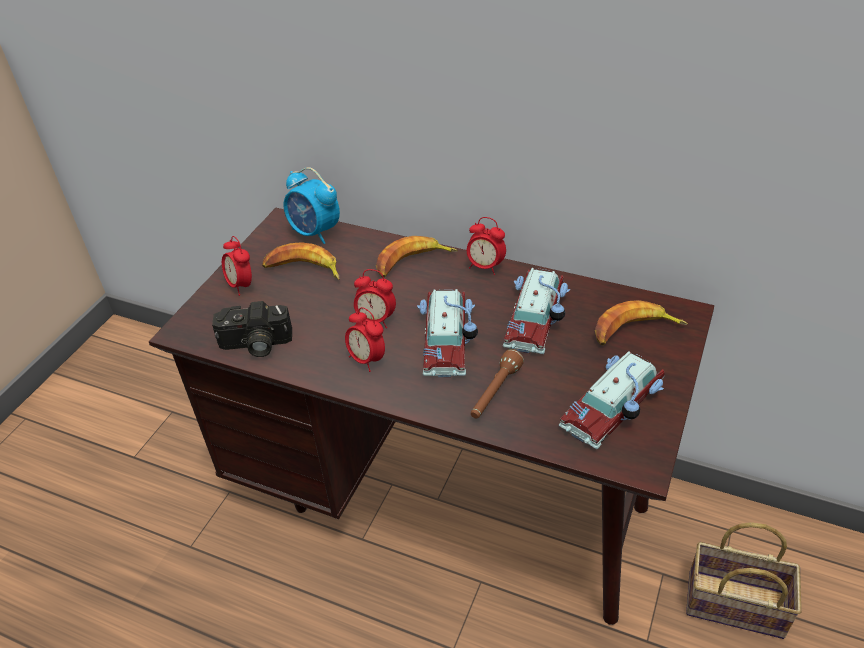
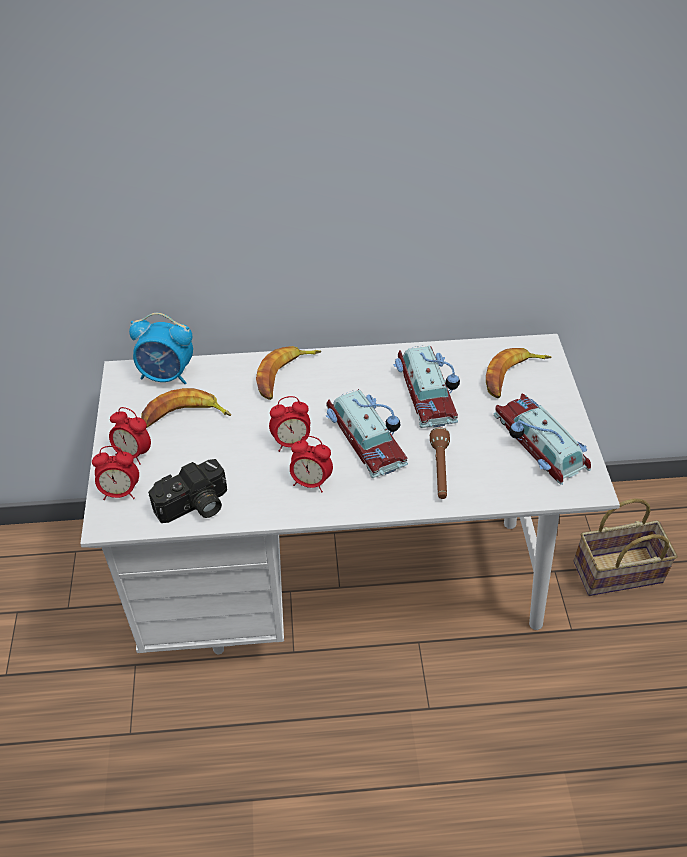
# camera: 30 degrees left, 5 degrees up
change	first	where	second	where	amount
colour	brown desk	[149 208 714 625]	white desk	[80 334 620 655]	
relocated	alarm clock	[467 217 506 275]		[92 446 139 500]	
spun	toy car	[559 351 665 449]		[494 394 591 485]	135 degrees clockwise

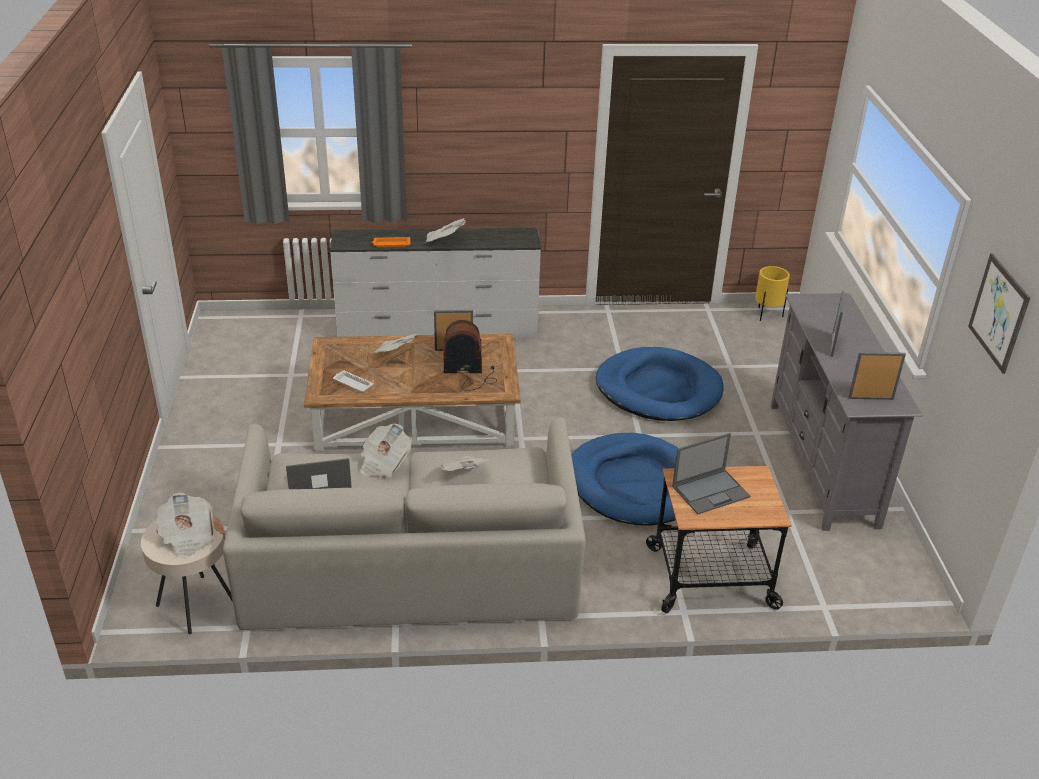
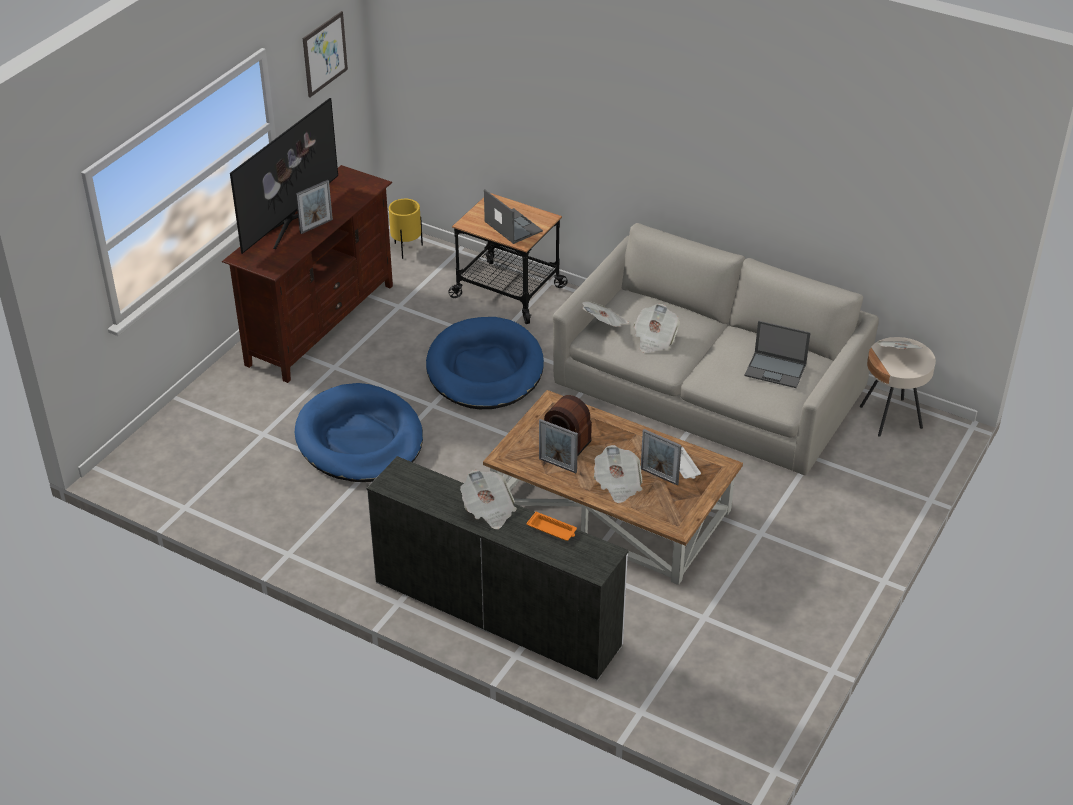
# camera: 145 degrees left, 5 degrees up
change	first	where	second	where	amount
relocated	yellow planter	[755 266 790 321]		[389 199 423 259]	
colour	grey tv stand	[771 293 923 531]	brown tv stand	[222 165 393 383]	
relocated	picture frame	[848 352 906 400]		[641 429 682 485]	
relocated	newspaper	[360 424 411 477]		[582 301 629 327]	
spun	laptop	[672 433 751 515]		[484 189 543 244]	45 degrees clockwise
appeared			television	[230 98 338 254]	

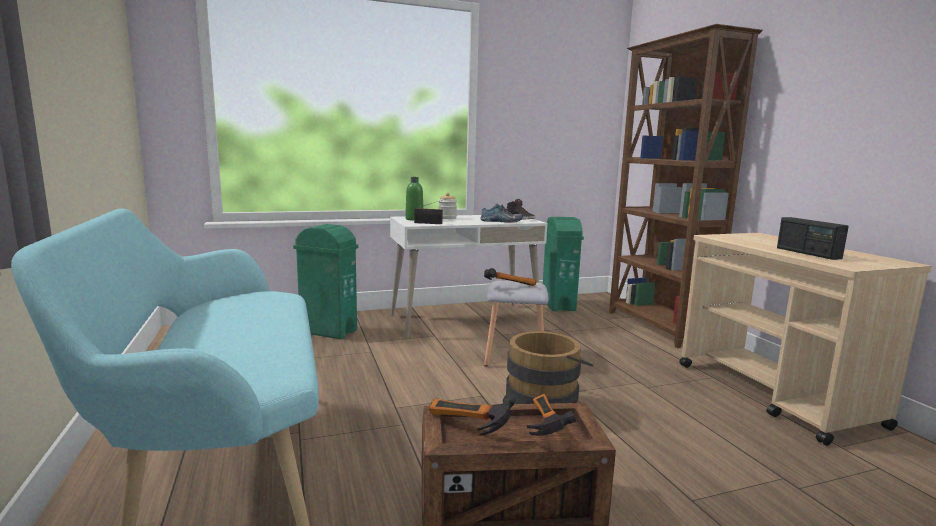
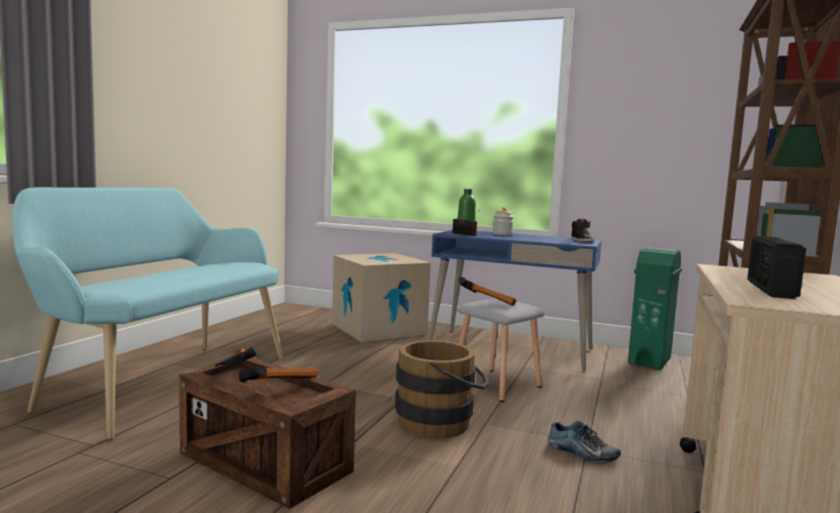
# camera: 40 degrees right, 5 degrees down
change	first	where	second	where	amount
relocated	shoe	[480 204 523 223]		[548 421 621 463]	
colour	white desk	[390 215 547 338]	blue desk	[428 230 602 371]	
exchanged	green trash can	[293 224 358 339]	cardboard box	[332 253 431 342]	

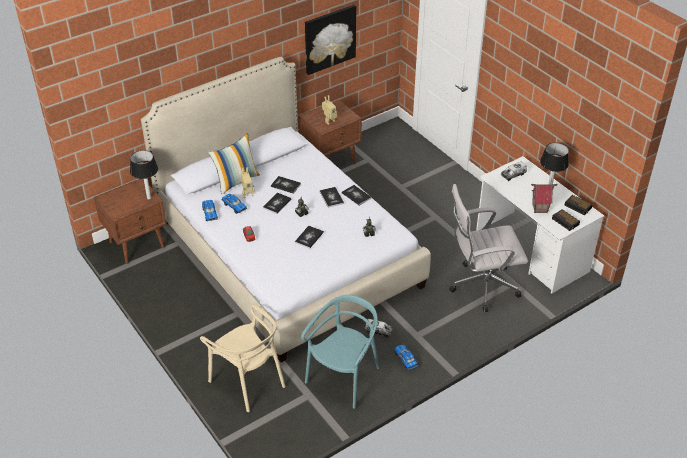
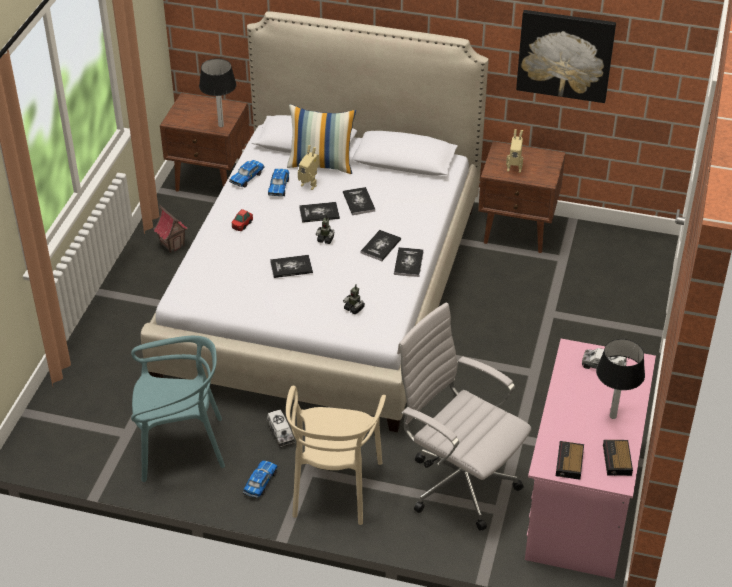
# camera: 50 degrees right, 0 degrees up
change	first	where	second	where	amount
colour	white desk	[476 156 604 293]	pink desk	[525 339 656 579]	
relocated	toy house	[531 184 558 213]		[154 204 188 253]	
relocated	beige chair	[200 305 285 412]		[286 386 386 525]	

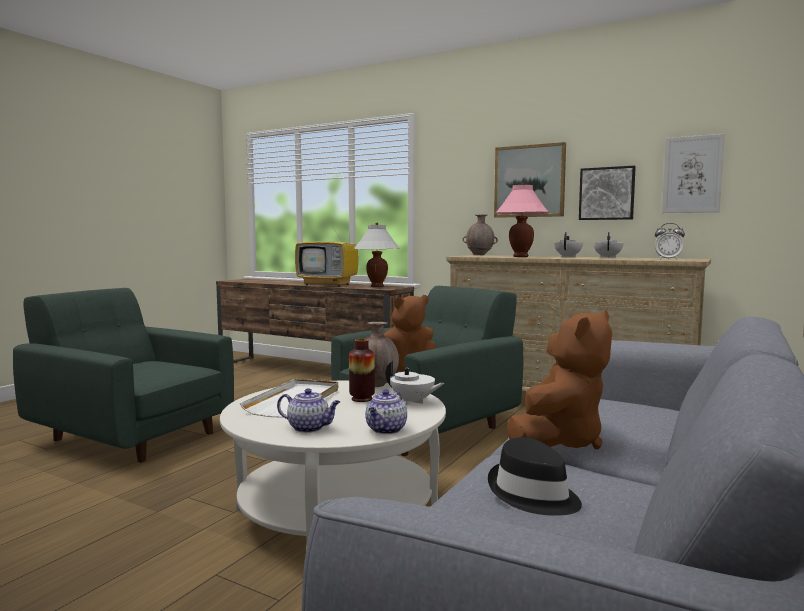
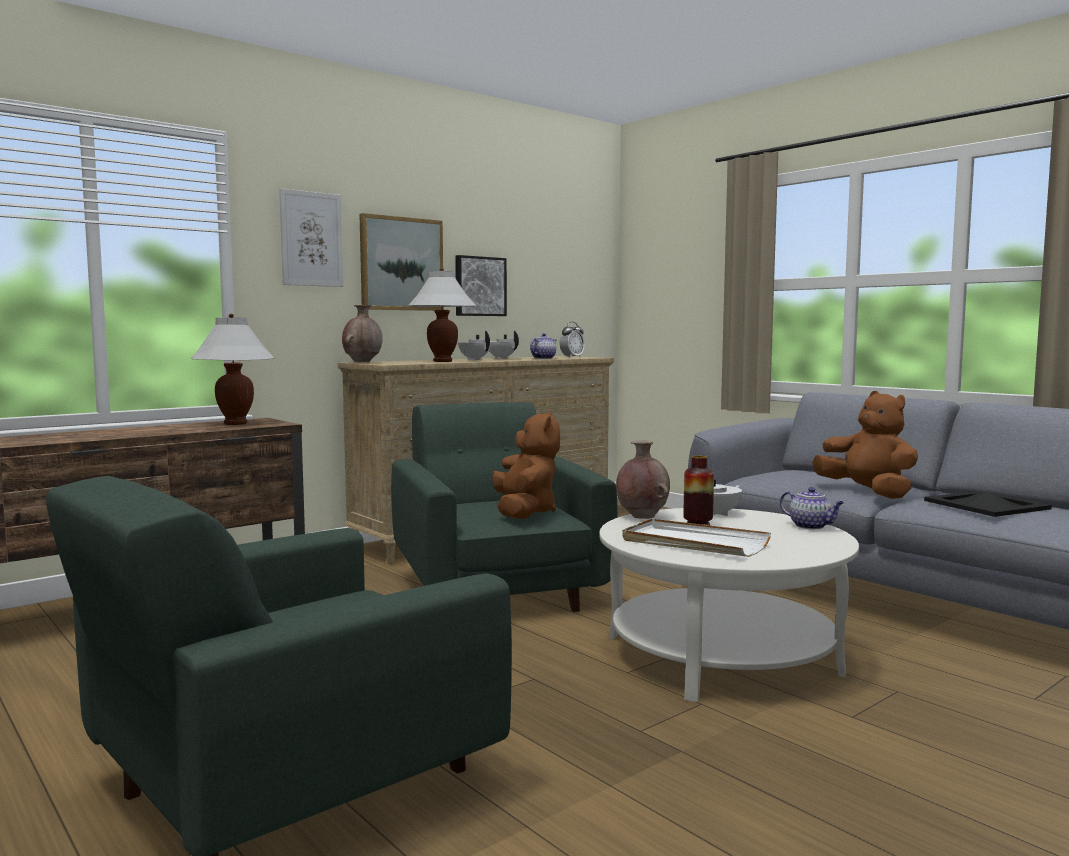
# camera: 70 degrees left, 0 degrees up
change	first	where	second	where	amount
relocated	picture	[662 134 725 213]		[279 188 343 287]	
colour	pink table lamp	[495 183 549 257]	white table lamp	[408 268 476 362]	
missing	television	[295 223 358 286]			
relocated	teapot	[277 388 340 433]		[530 333 556 359]	
exchanged	black hat	[488 437 582 516]	black tray	[924 491 1052 517]	

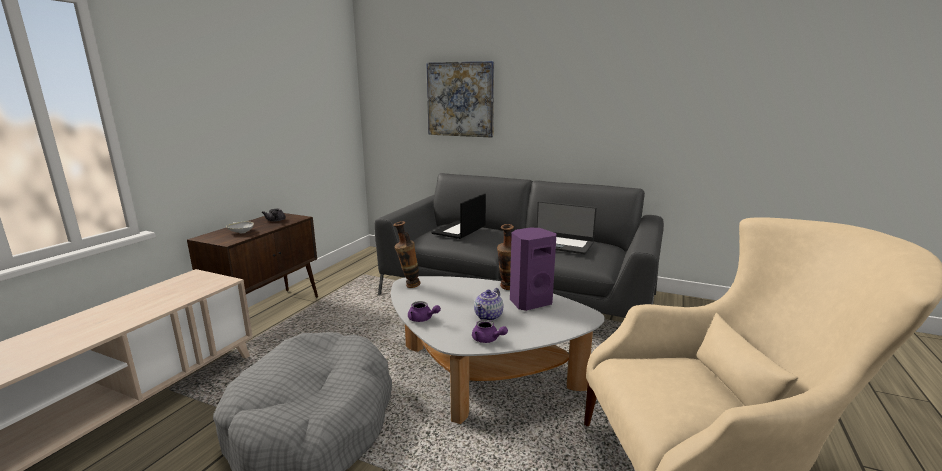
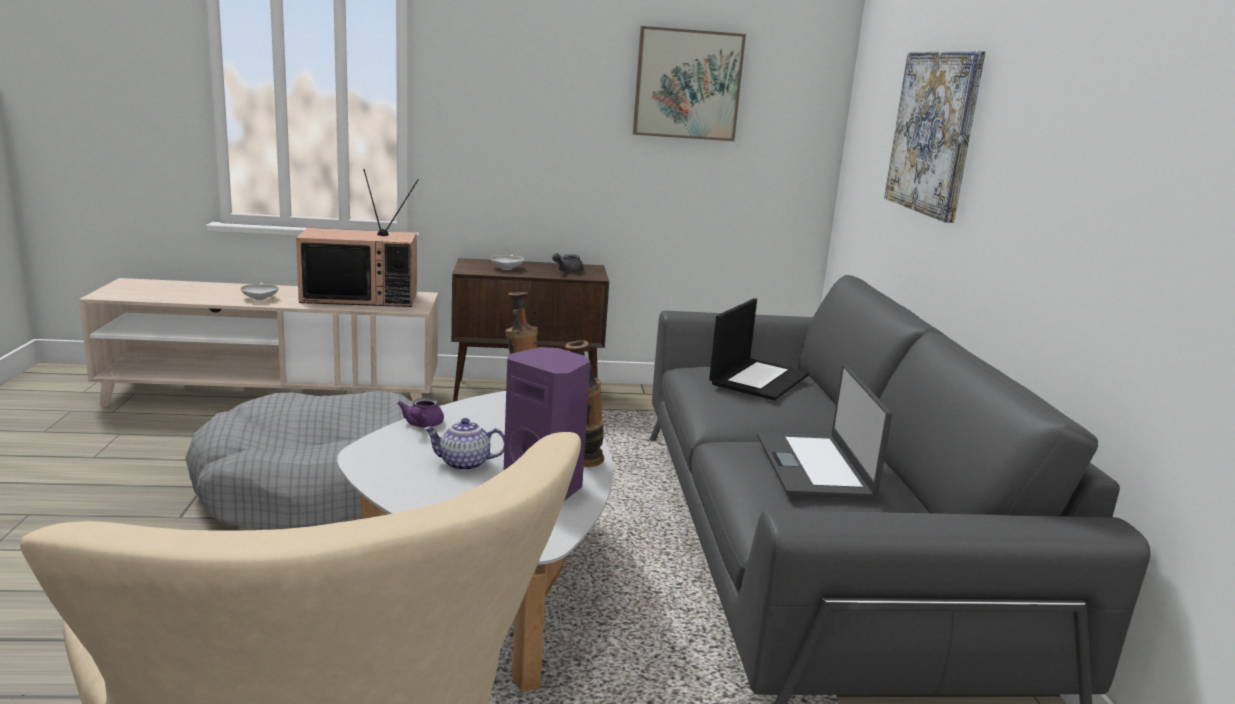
# camera: 60 degrees right, 0 degrees up
change	first	where	second	where	amount
spun	laptop	[431 194 486 239]		[709 298 809 401]	120 degrees clockwise
missing	purple teapot	[472 320 508 343]			
appeared			picture	[633 26 746 141]	
appeared			television	[296 169 419 307]	
appeared			white bowl	[240 283 279 301]	

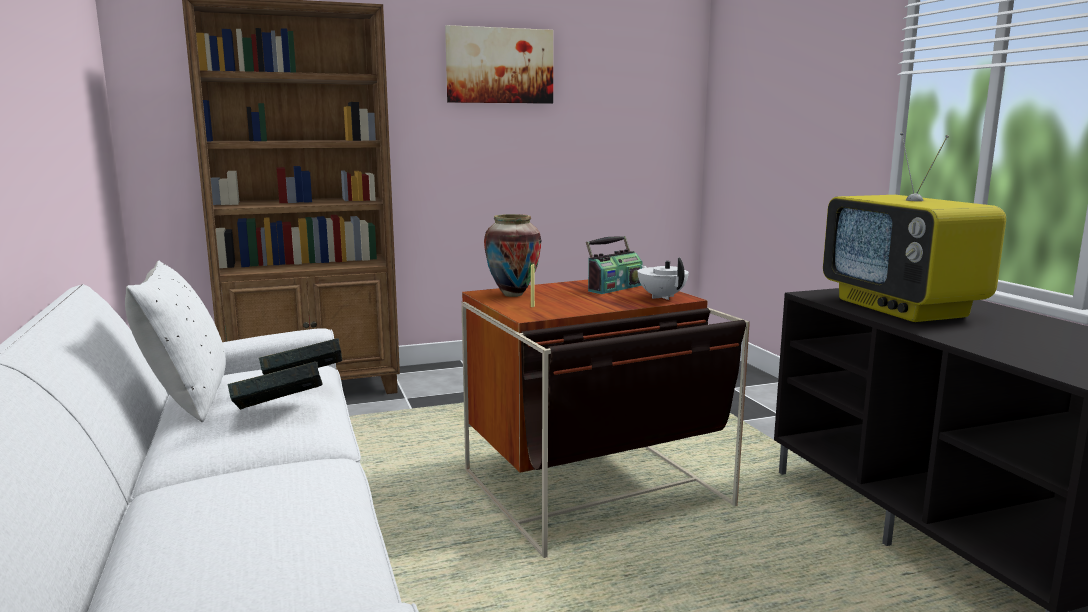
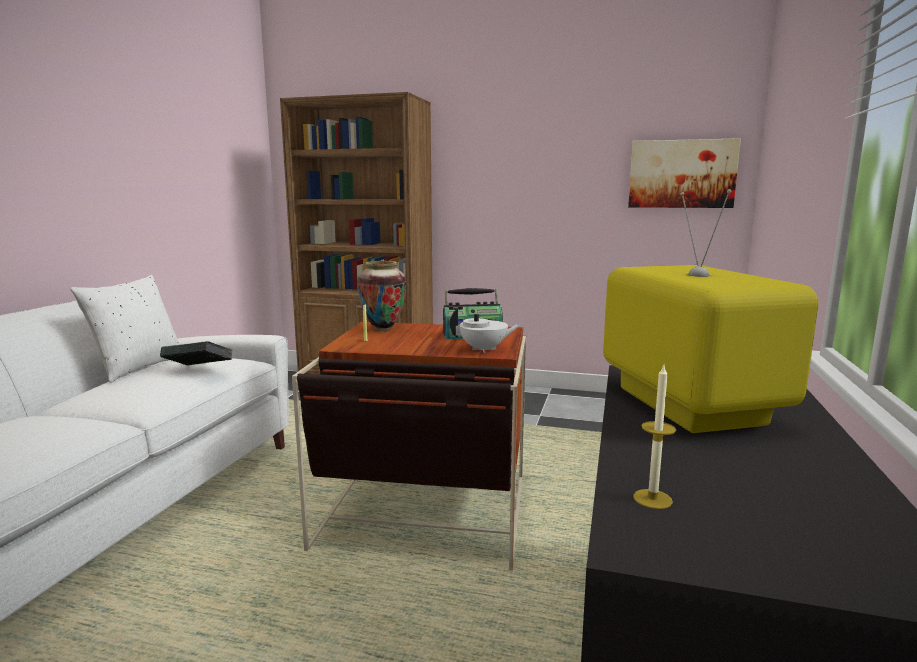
# camera: 35 degrees right, 0 degrees up
change	first	where	second	where	amount
relocated	picture	[445 25 553 104]		[628 138 741 208]	
spun	television	[823 132 1006 322]		[603 189 818 433]	150 degrees clockwise
spun	white teapot	[638 258 689 300]		[450 308 522 353]	75 degrees clockwise
missing	book	[227 362 323 410]			
appeared			candle	[633 365 676 509]	

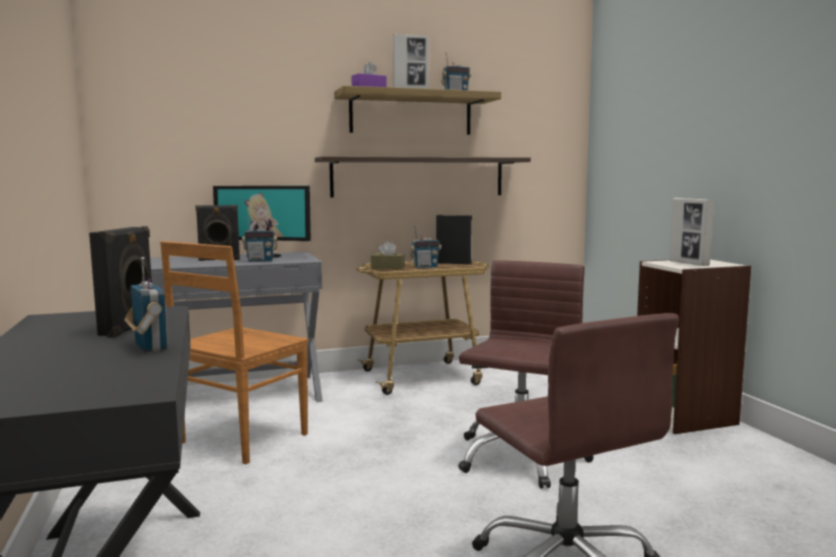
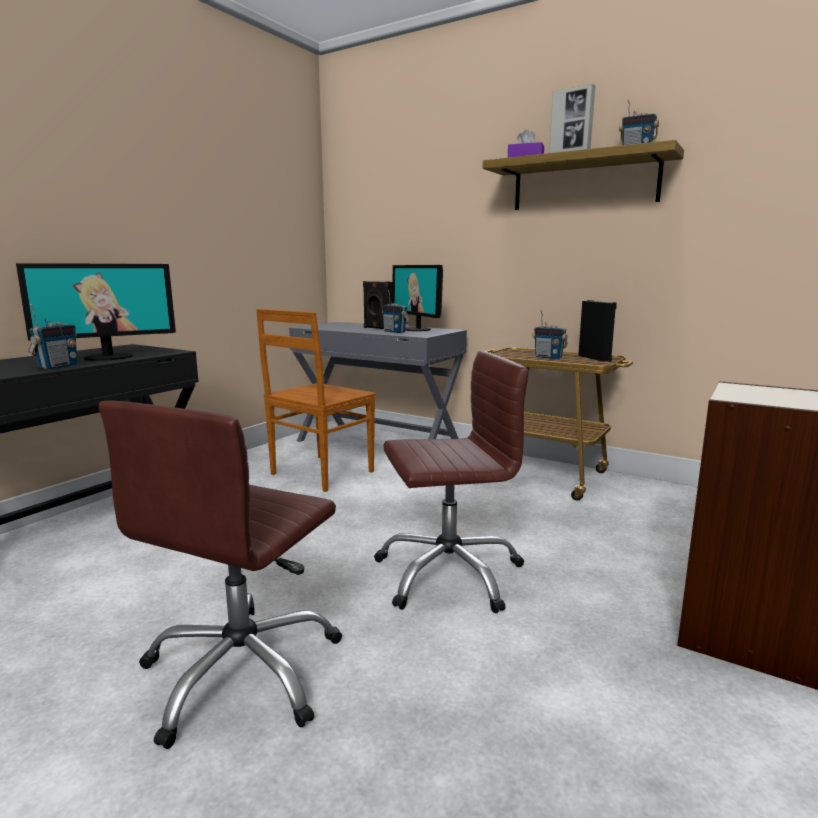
# camera: 50 degrees right, 5 degrees up
change	first	where	second	where	amount
missing	shelf	[315 156 531 198]			
missing	picture frame	[669 198 714 266]			
exchanged	black speaker	[89 226 152 337]	monitor	[16 263 176 361]	
spun	brown chair	[160 241 309 464]		[256 309 376 492]	45 degrees counterclockwise
missing	brown tissue box	[371 241 405 270]			

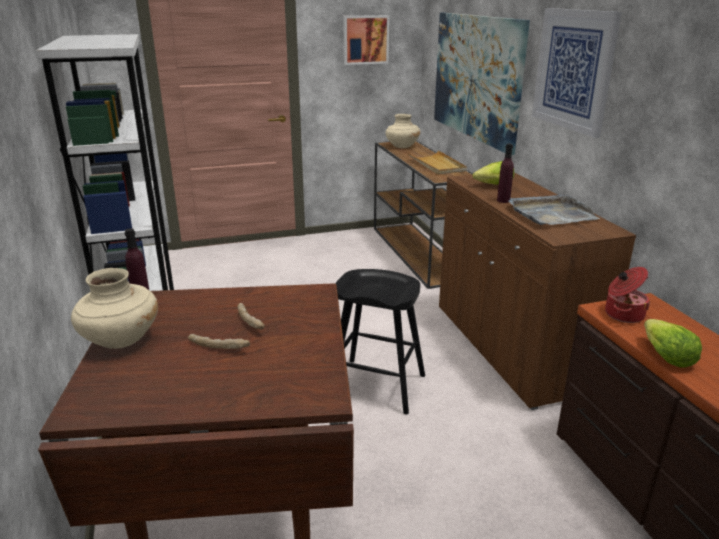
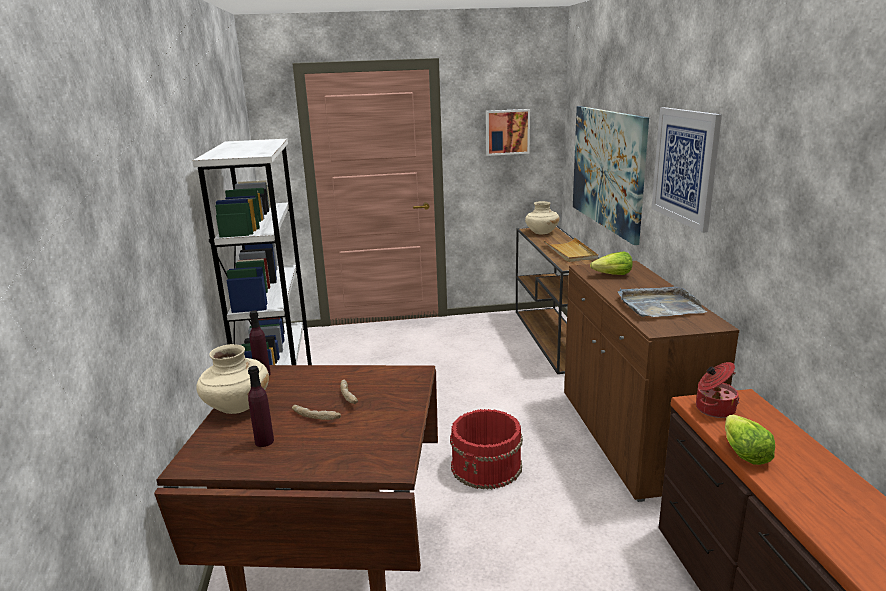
# camera: 10 degrees right, 5 degrees down
change	first	where	second	where	amount
relocated	purple bottle	[497 144 514 203]		[248 366 274 447]	
exchanged	black stool	[335 269 425 415]	red bucket	[450 409 523 489]	

